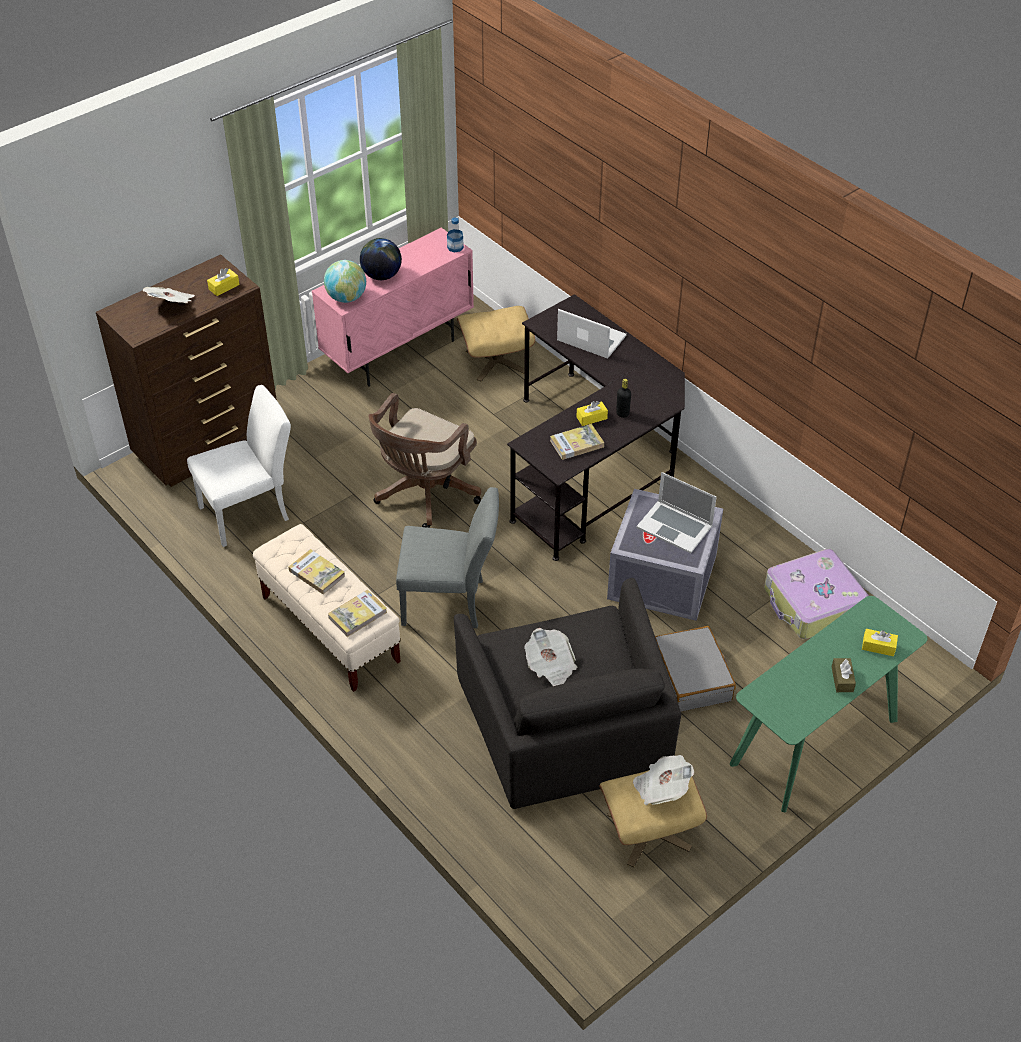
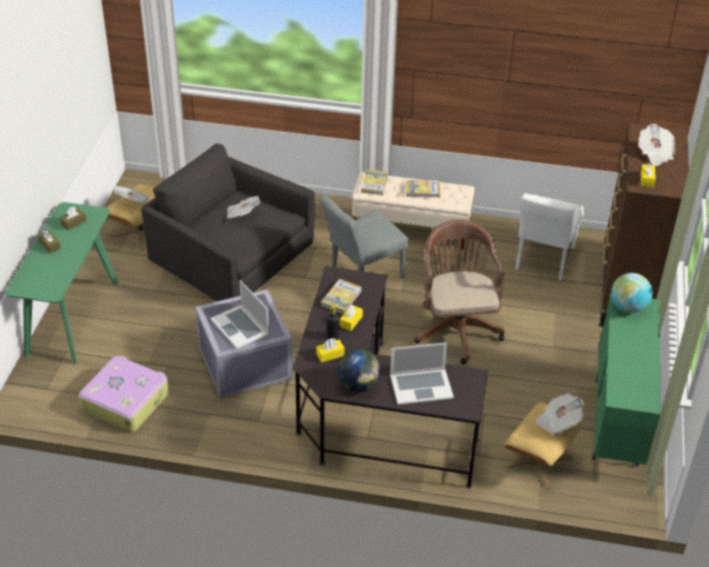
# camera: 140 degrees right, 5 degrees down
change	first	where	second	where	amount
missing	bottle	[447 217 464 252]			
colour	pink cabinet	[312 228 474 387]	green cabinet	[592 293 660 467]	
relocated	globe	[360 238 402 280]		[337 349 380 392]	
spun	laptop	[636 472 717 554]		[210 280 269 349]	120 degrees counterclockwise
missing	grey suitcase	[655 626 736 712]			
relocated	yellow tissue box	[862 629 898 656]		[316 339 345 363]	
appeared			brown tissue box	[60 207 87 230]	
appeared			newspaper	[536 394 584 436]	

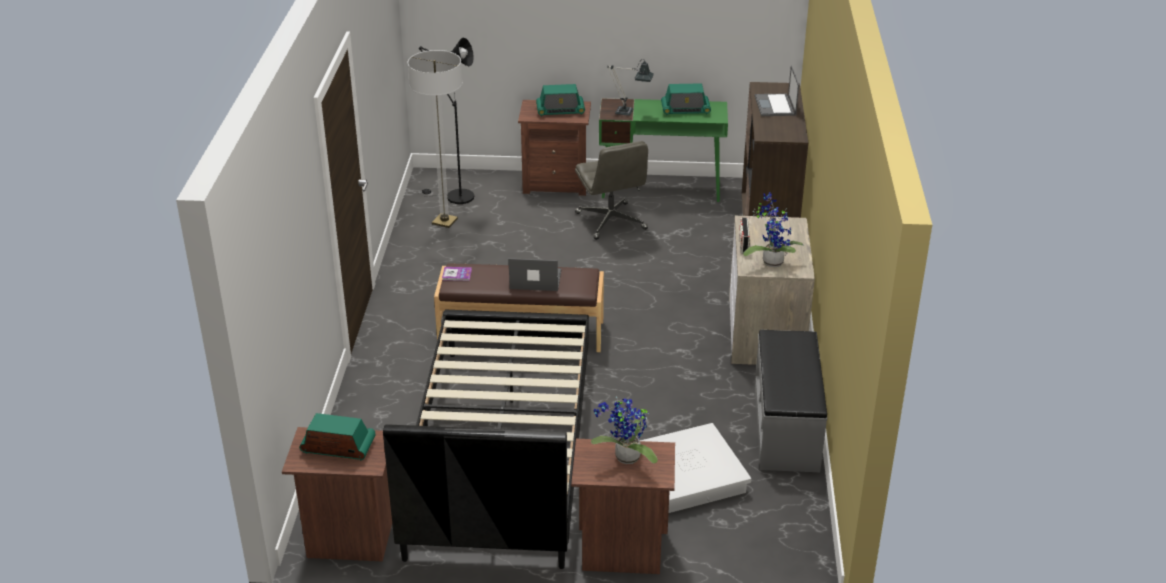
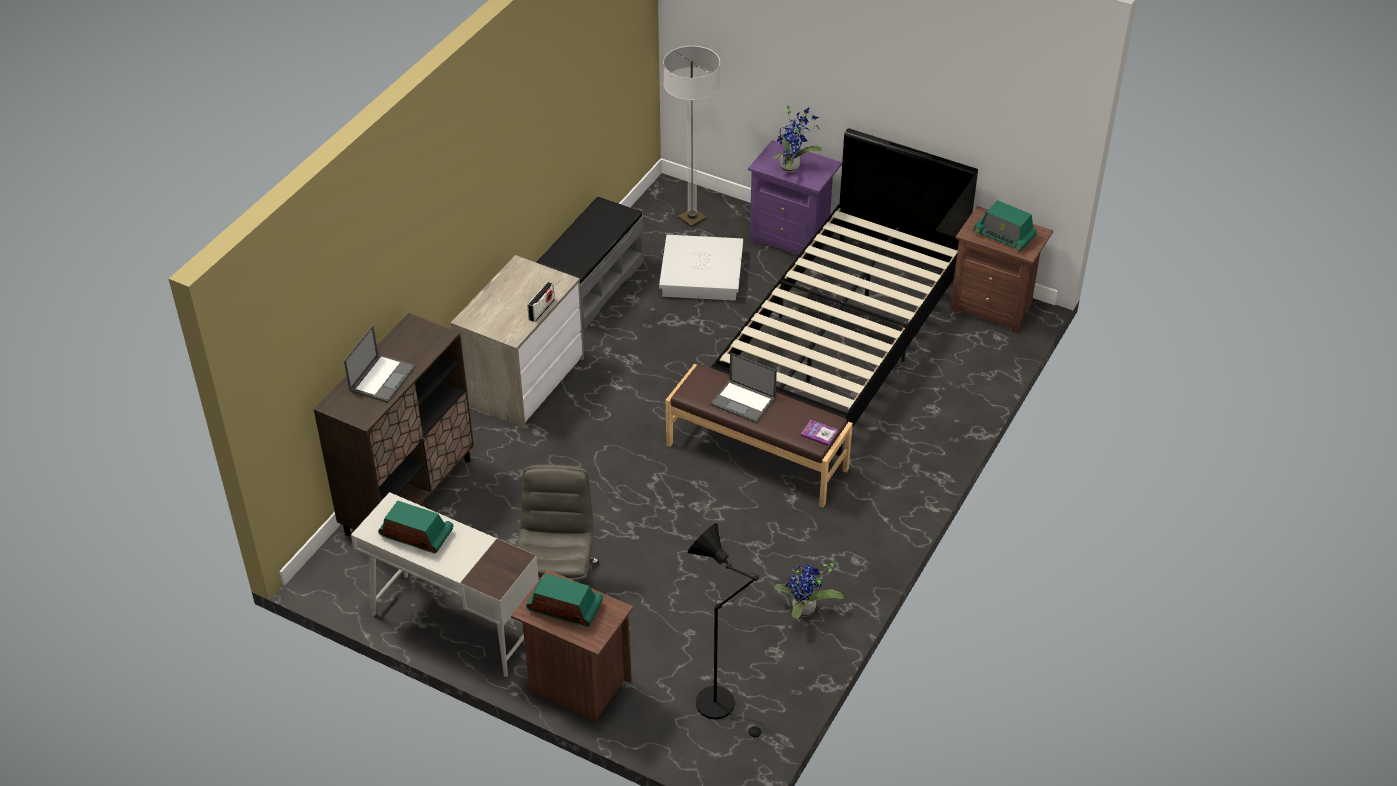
# camera: 155 degrees left, 10 degrees up
change	first	where	second	where	amount
relocated	floor lamp	[408 50 463 228]		[663 46 720 227]	
missing	table lamp	[607 60 654 116]			
colour	green desk	[599 98 728 202]	white desk	[351 492 539 677]	
relocated	potted plant	[743 192 804 267]		[774 563 844 618]	
colour	brown nightstand	[571 439 675 574]	purple nightstand	[748 140 842 262]	

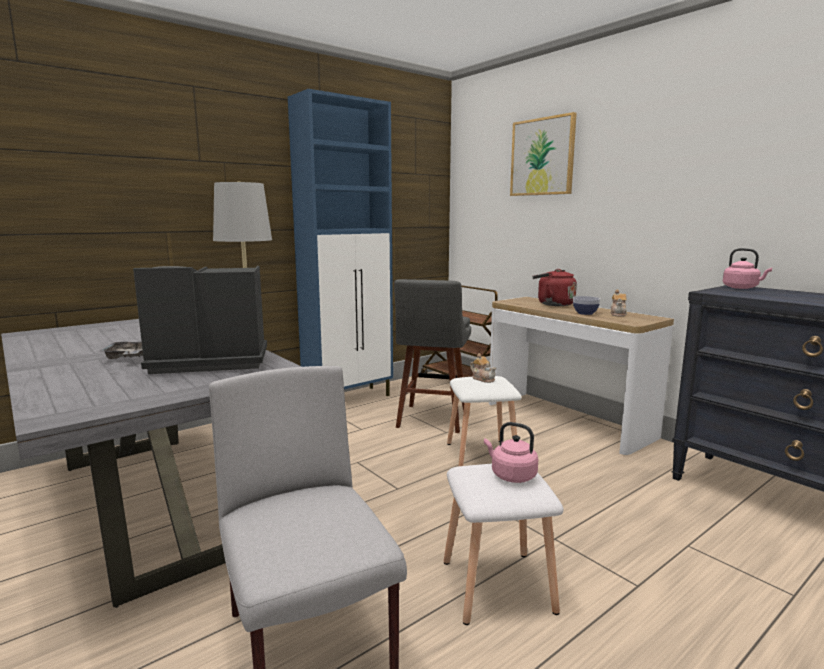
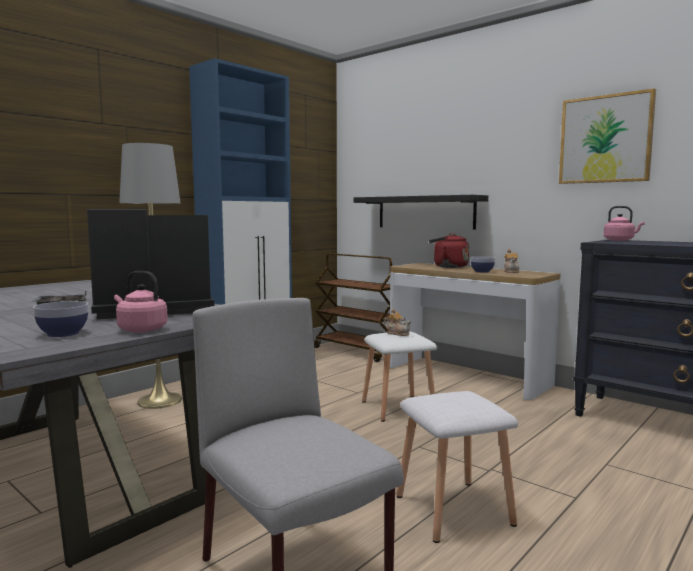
# camera: 10 degrees left, 5 degrees down
change	first	where	second	where	amount
relocated	picture	[510 112 577 196]		[559 88 656 184]	
missing	grey stool	[394 279 471 433]			
relocated	pink kettle	[484 422 538 483]		[114 271 168 333]	
appeared			black shelf	[354 195 488 229]	
appeared			bowl	[33 301 89 337]	

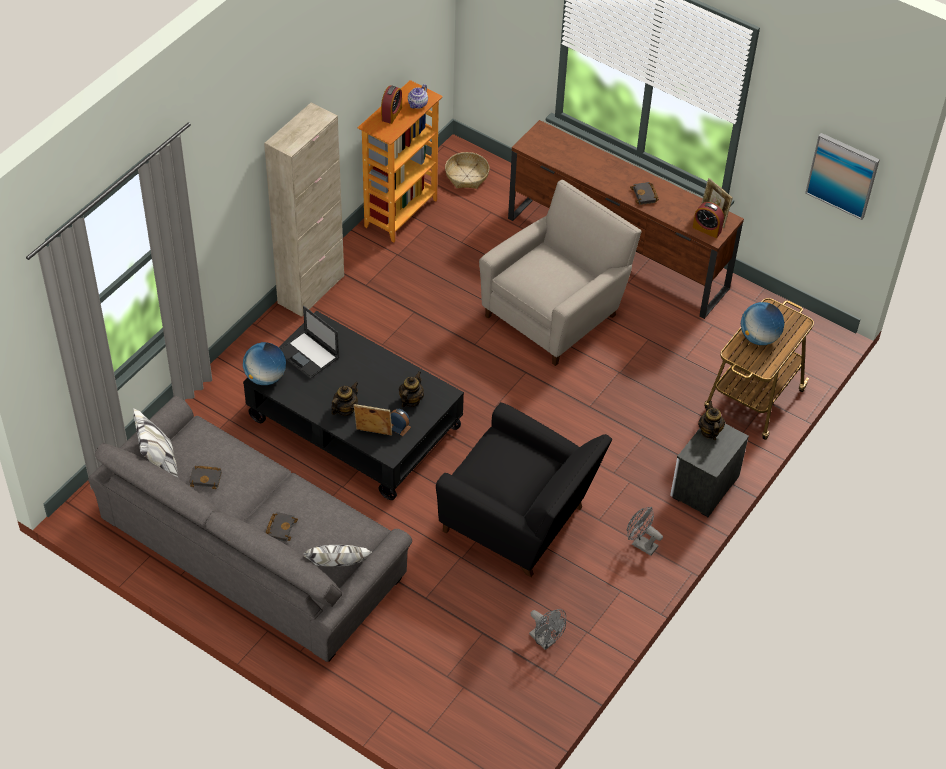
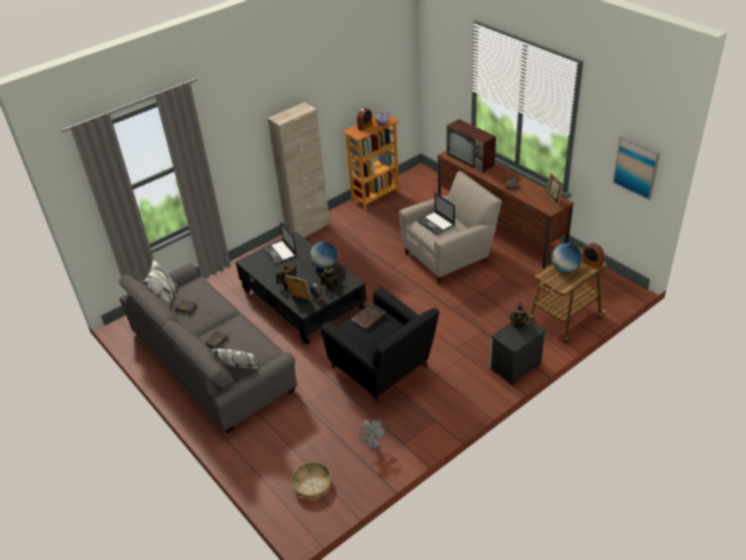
# camera: 20 degrees right, 10 degrees down
change	first	where	second	where	amount
relocated	basket	[445 152 490 189]		[291 462 331 500]	
relocated	alarm clock	[693 202 724 238]		[582 243 604 270]	
relocated	globe	[243 342 286 385]		[310 241 337 269]	
missing	grey fan	[627 507 663 556]			
appeared			television	[446 119 496 173]	
appeared			laptop	[417 192 455 235]	
appeared			brown book	[351 304 387 330]	

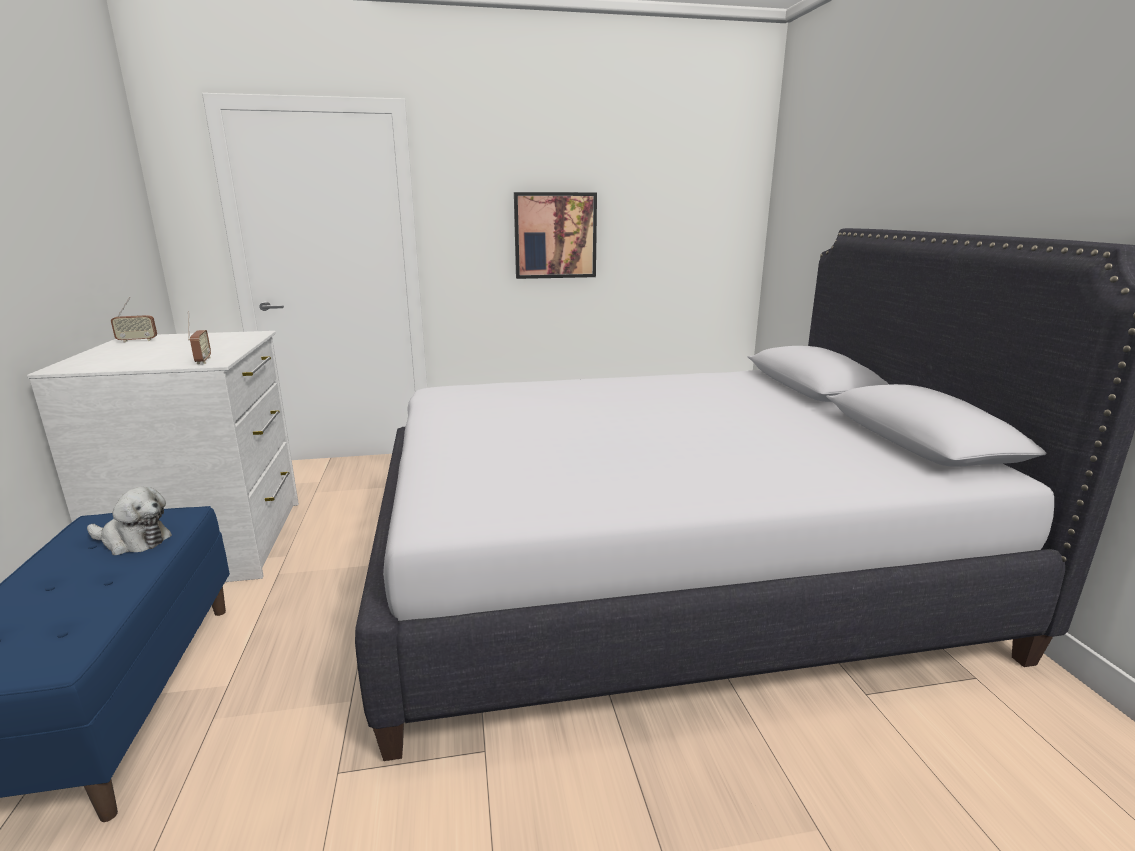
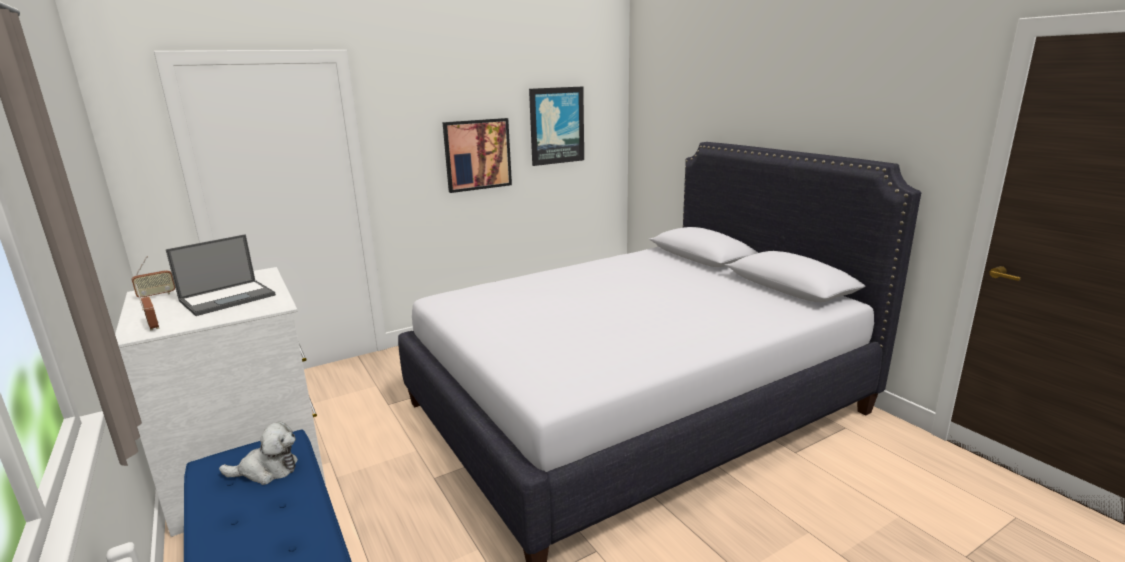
# camera: 20 degrees left, 0 degrees up
change	first	where	second	where	amount
relocated	radio	[188 312 211 364]		[135 283 159 330]	
appeared			picture	[529 87 584 166]	
appeared			laptop	[166 234 276 316]	

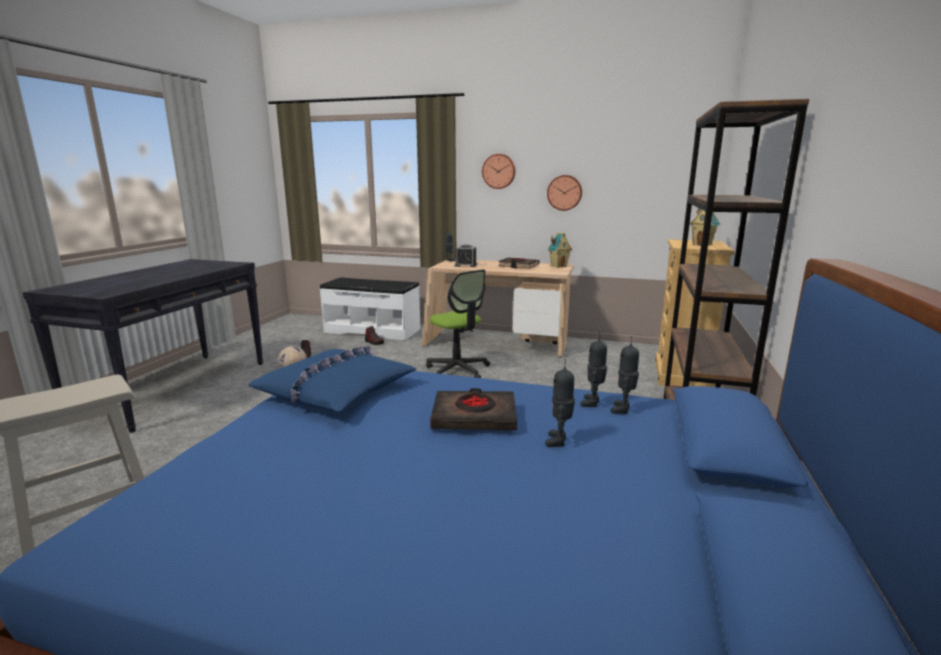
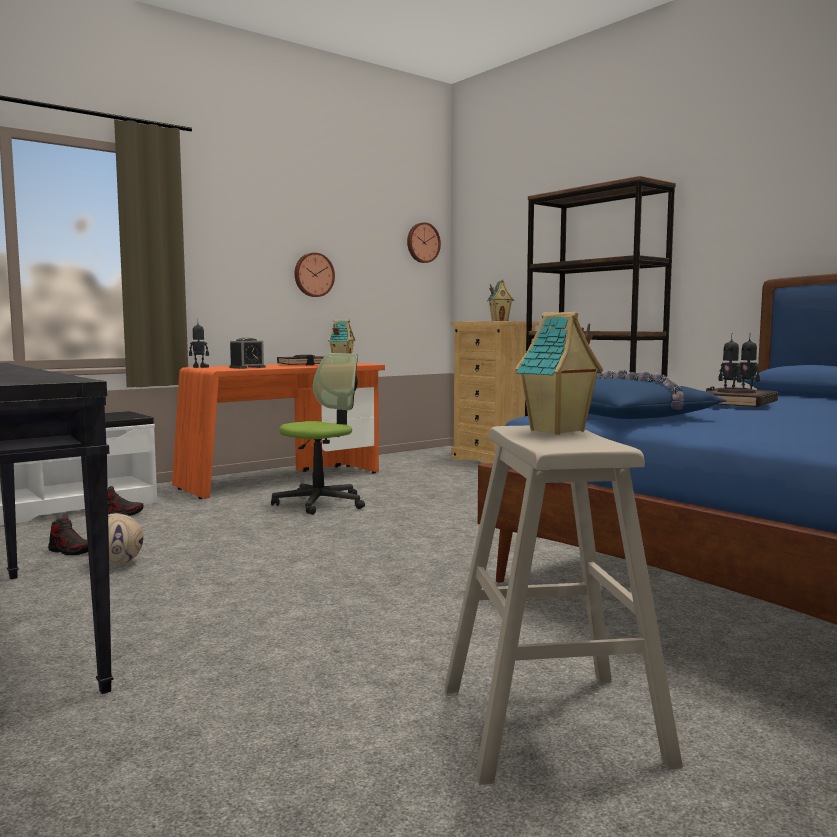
# camera: 55 degrees left, 10 degrees down
change	first	where	second	where	amount
relocated	wall clock	[482 154 516 189]		[407 222 441 263]	
colour	beige desk	[422 259 574 358]	orange desk	[172 363 385 499]	
spun	office chair	[426 269 490 378]		[271 353 365 515]	45 degrees counterclockwise
missing	toy robot	[545 359 575 447]			
appeared			toy house	[515 312 603 435]	

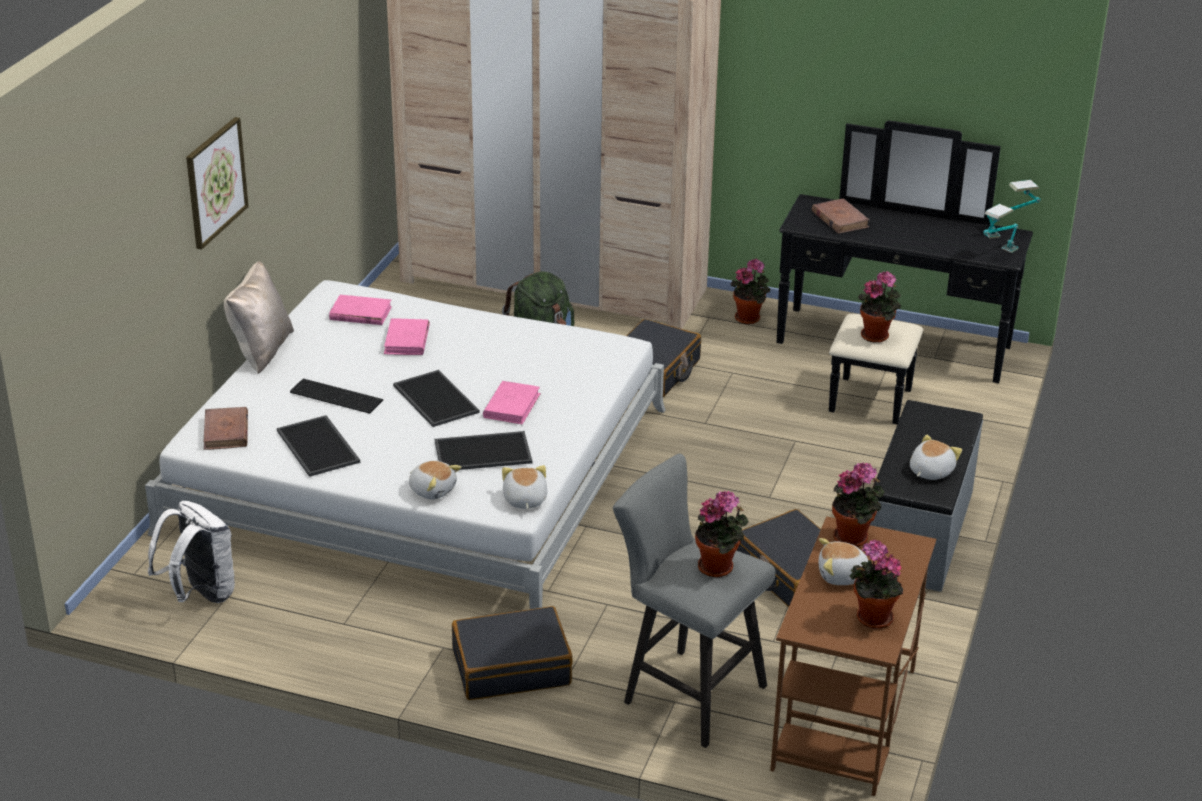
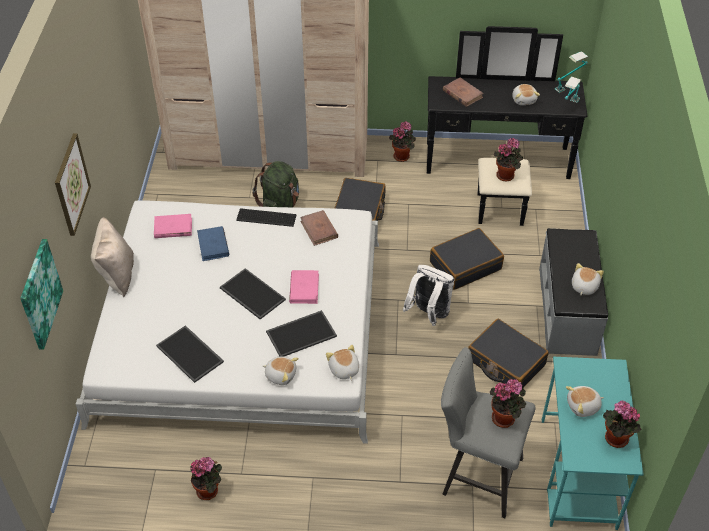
# camera: 15 degrees left, 15 degrees up
change	first	where	second	where	amount
colour	pink book	[384 319 430 355]	blue book	[197 226 229 261]	
relocated	keyboard	[290 379 383 414]		[236 208 297 227]	
relocated	brown book	[204 407 248 450]		[300 210 338 246]	
relocated	potted plant	[832 462 885 547]		[190 457 222 500]	
relocated	white backpack	[148 501 235 603]		[403 265 454 326]	
colour	brown desk	[770 516 936 796]	turquoise desk	[542 357 644 530]	
relocated	black suitcase	[452 606 573 700]		[430 228 504 290]	
appeared			plush toy	[512 84 540 105]	
appeared			picture	[20 239 63 350]	

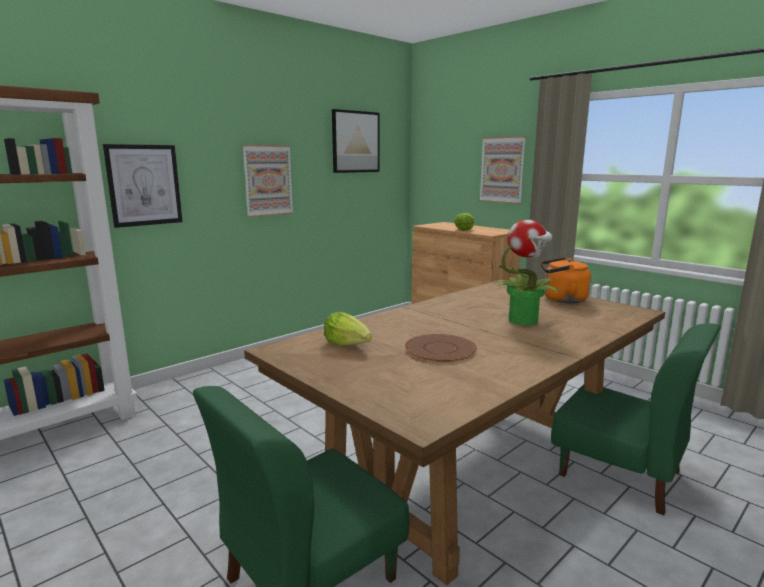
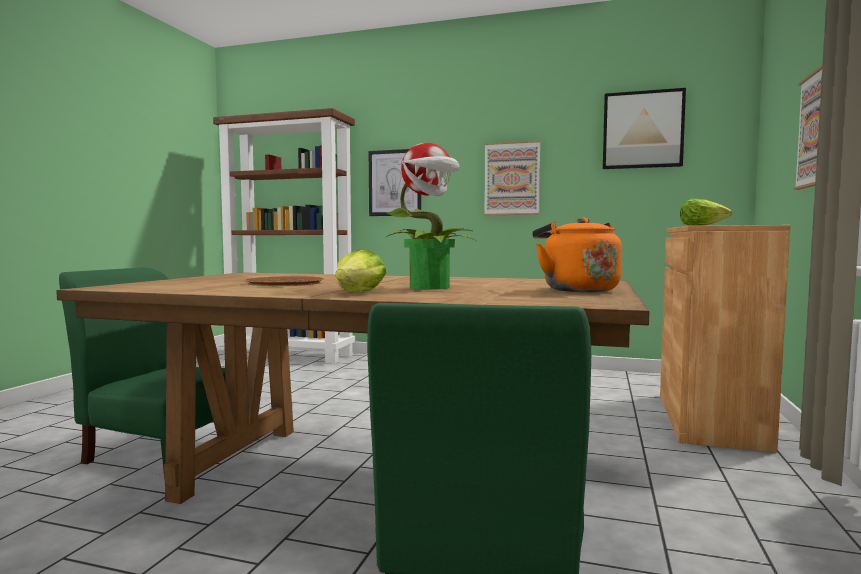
# camera: 60 degrees right, 10 degrees down
change	first	where	second	where	amount
relocated	lettuce	[324 312 372 346]		[336 249 386 292]	

